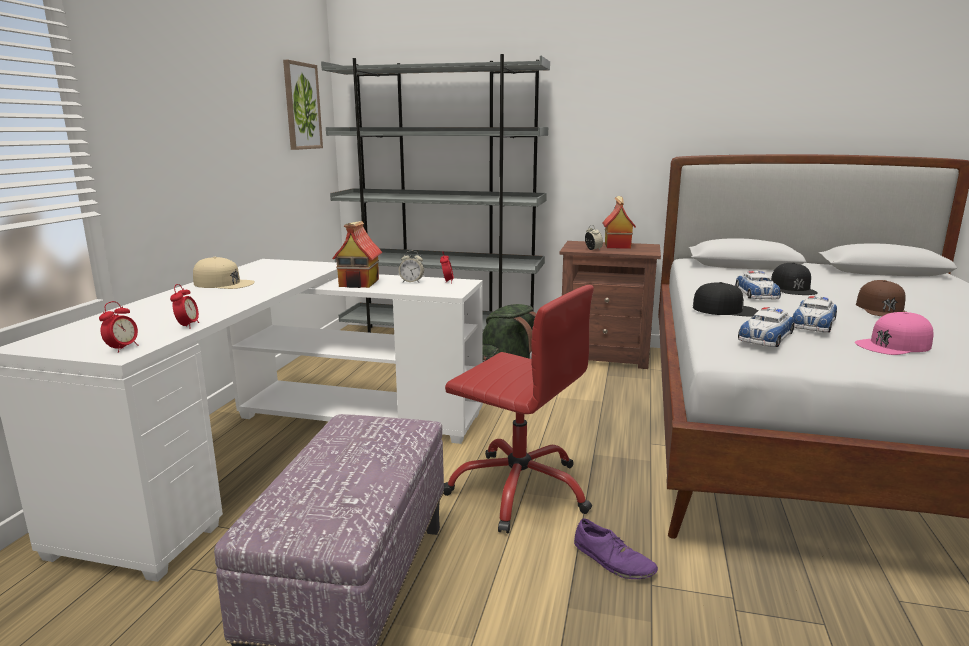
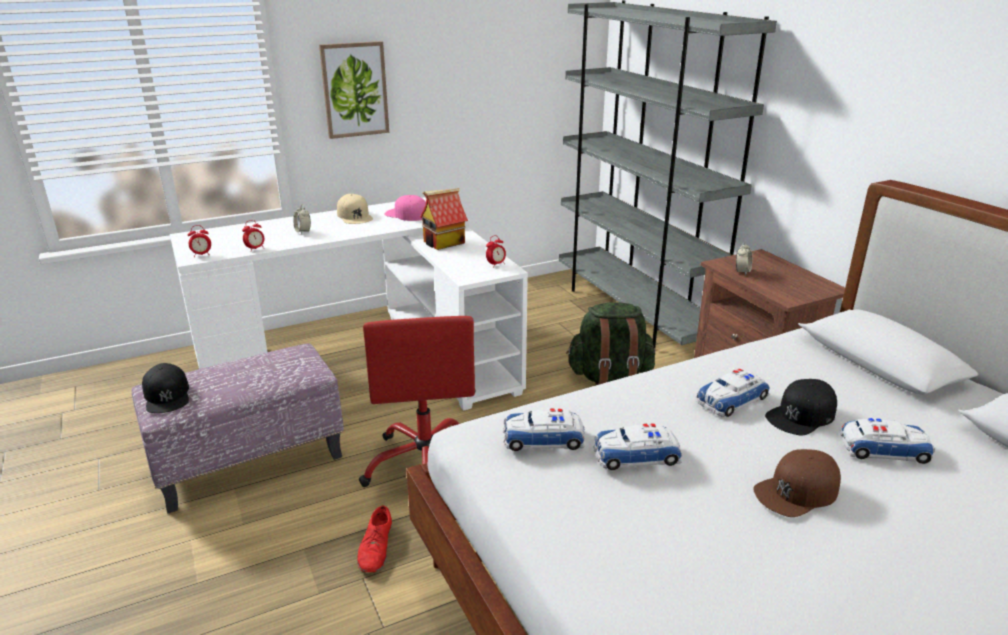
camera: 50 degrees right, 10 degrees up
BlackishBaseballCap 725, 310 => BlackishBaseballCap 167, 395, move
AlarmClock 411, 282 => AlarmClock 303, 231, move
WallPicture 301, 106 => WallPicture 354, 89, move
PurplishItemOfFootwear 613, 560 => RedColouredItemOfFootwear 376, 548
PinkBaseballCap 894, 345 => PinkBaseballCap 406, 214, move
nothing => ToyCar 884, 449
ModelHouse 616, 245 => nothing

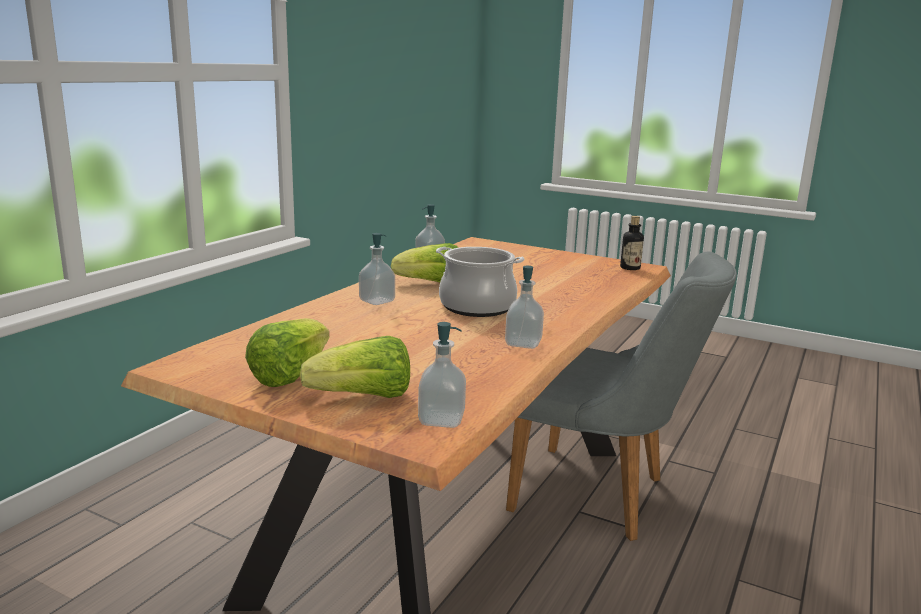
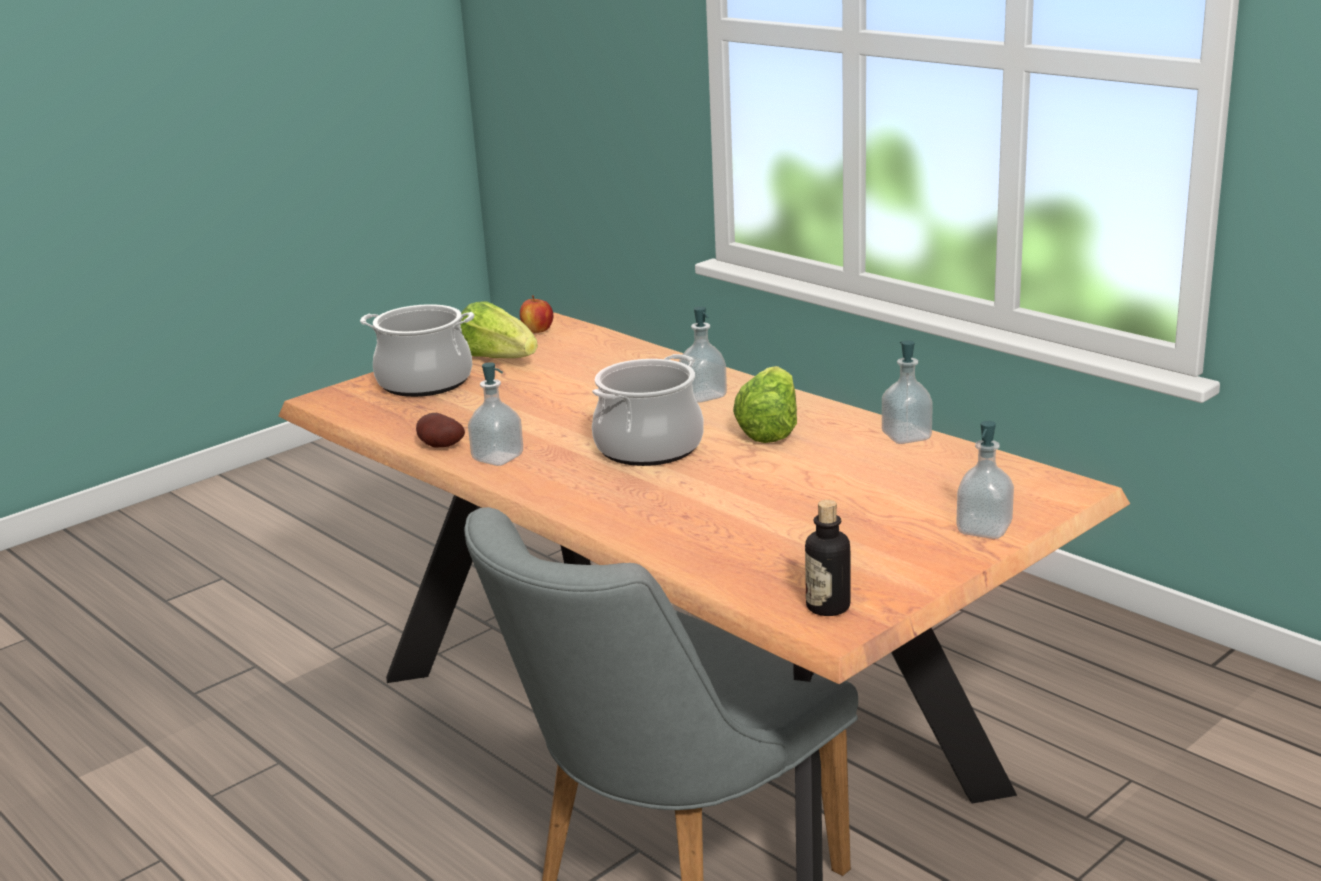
camera: 110 degrees right, 5 degrees up
LettuceHead 363, 397 => CookingPot 424, 382
nothing => Spud 439, 447
nothing => AppleFruit 538, 330
SoapBottle 441, 419 => SoapBottle 984, 529, move

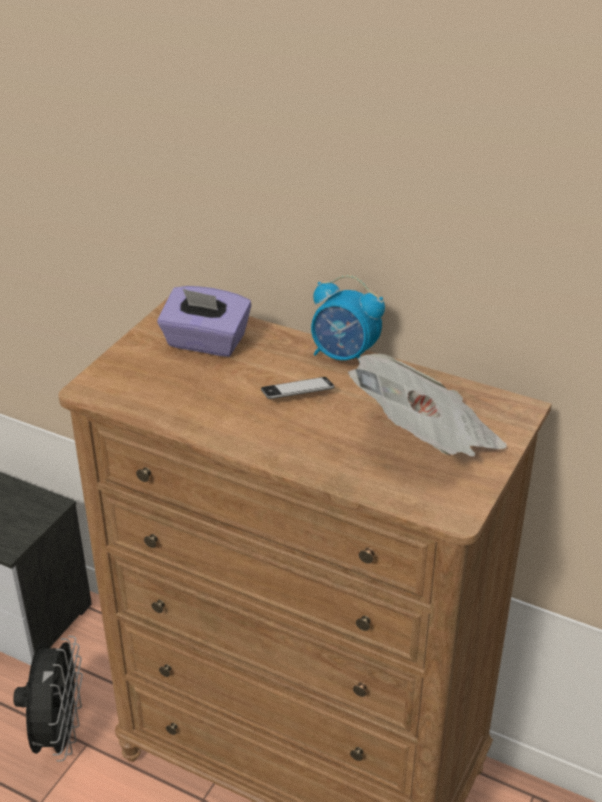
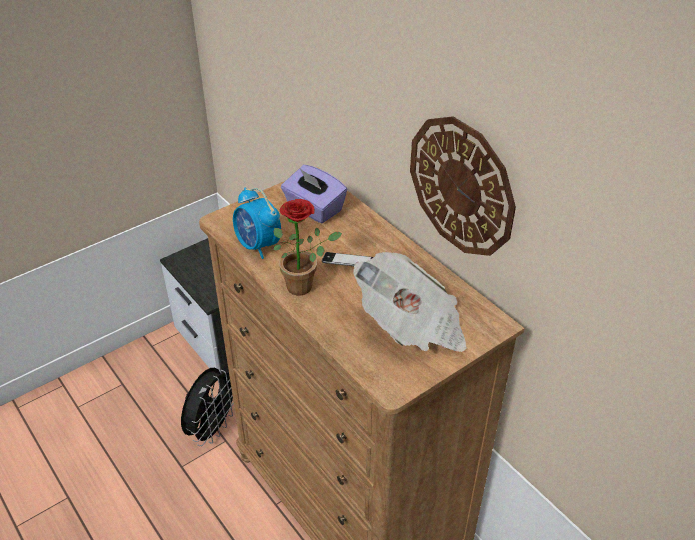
camera: 25 degrees right, 5 degrees up
AlarmClock 344, 356 => AlarmClock 258, 245, move
nothing => PlantInAPot 305, 285
nothing => ClockOnTheWall 461, 186

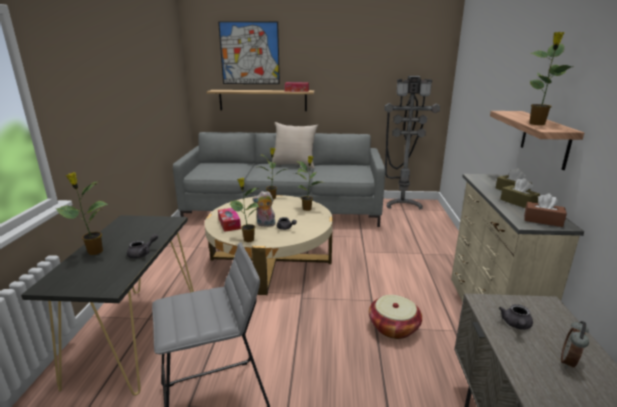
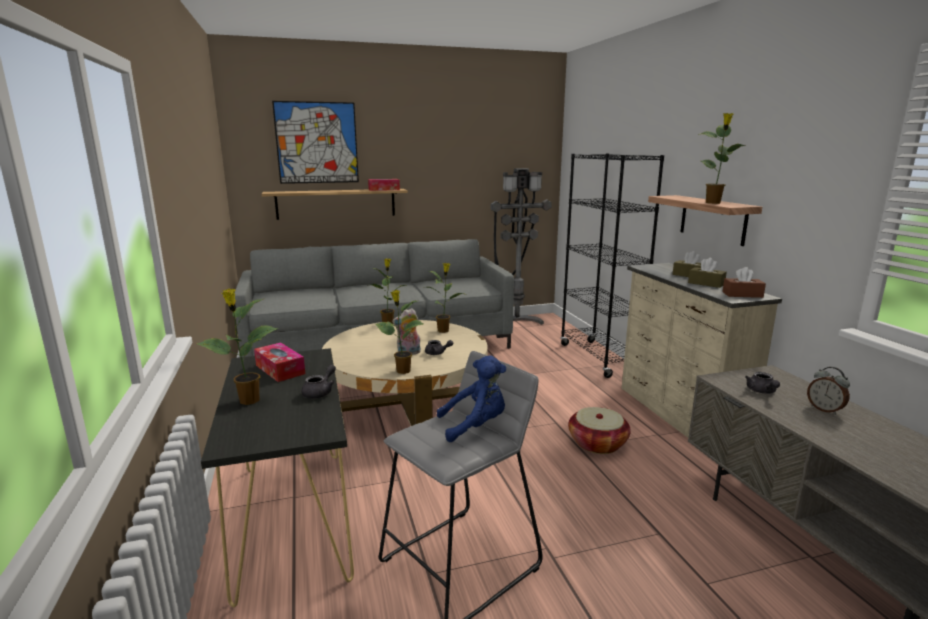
camera: 20 degrees left, 5 degrees down
TissueHolder 229, 224 => TissueHolder 280, 369, move
nothing => BlueCuddlyToy 475, 426
nothing => BlackishBookshelf 598, 358
AlarmClock 569, 362 => AlarmClock 825, 409, 45 degrees counterclockwise
SandColouredThrowPillow 294, 165 => nothing

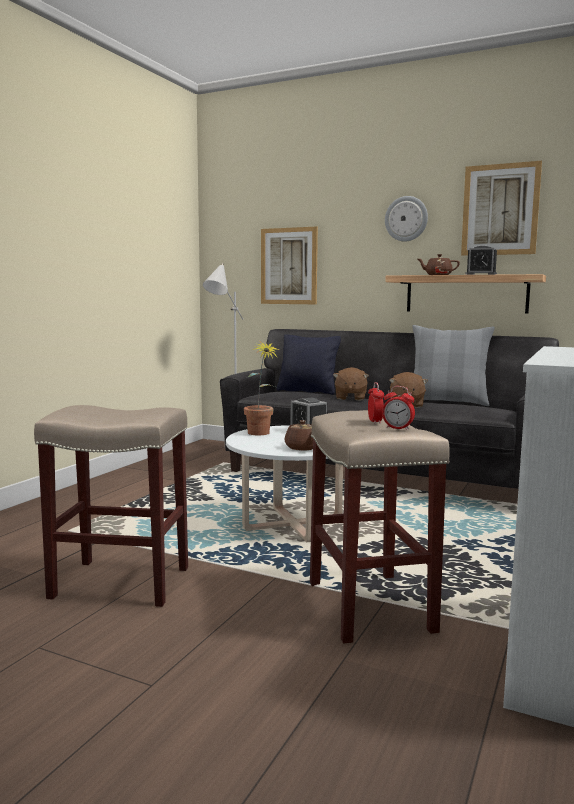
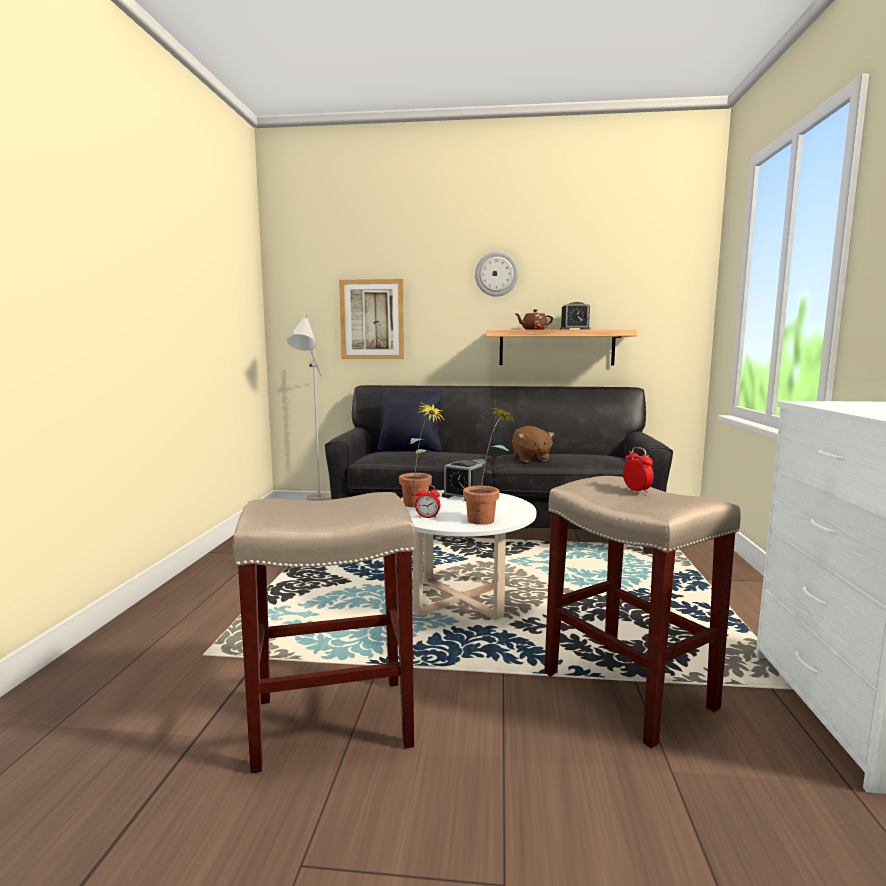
camera: 20 degrees left, 0 degrees up
AlarmClock 397, 428 => AlarmClock 427, 517, move
BrownColouredPotForTea 302, 448 => PlantInAPot 487, 519
BrownColouredCuddlyToy 350, 398 => nothing
GreyThrowPillow 447, 402 => nothing
WallPicture 500, 210 => nothing

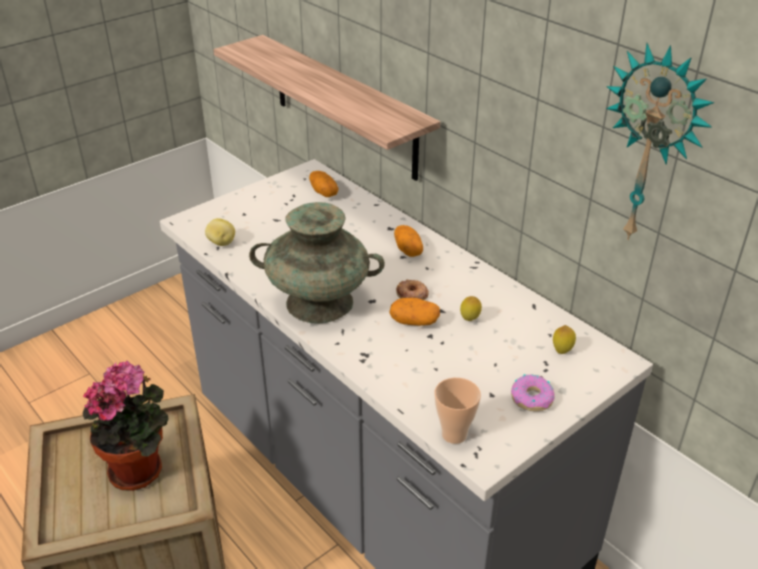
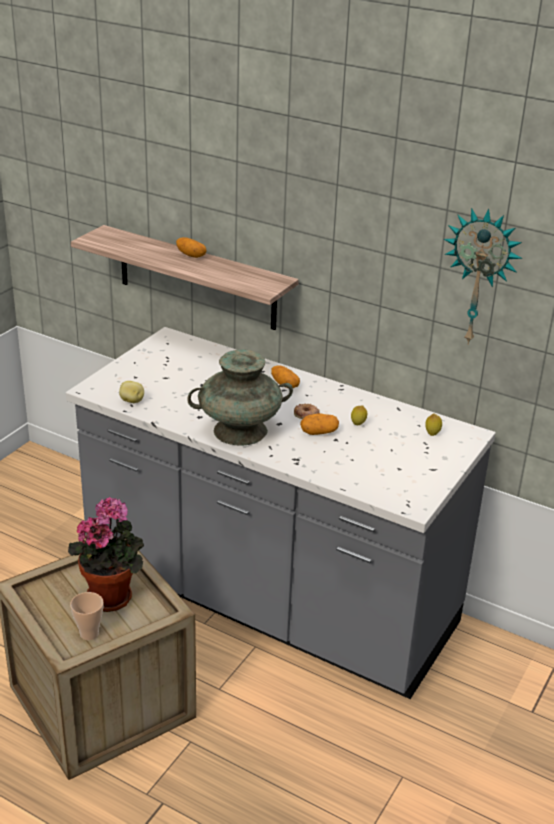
camera: 20 degrees left, 5 degrees down
Cup 454, 434 => Cup 89, 634, move
Spud 324, 192 => Spud 191, 255, move
Donut 532, 398 => nothing

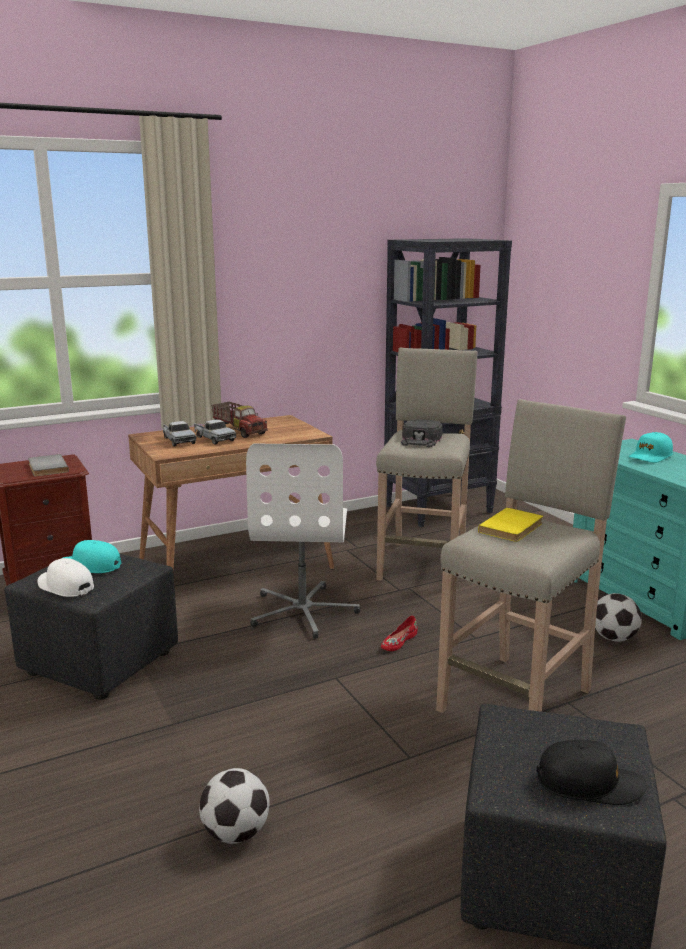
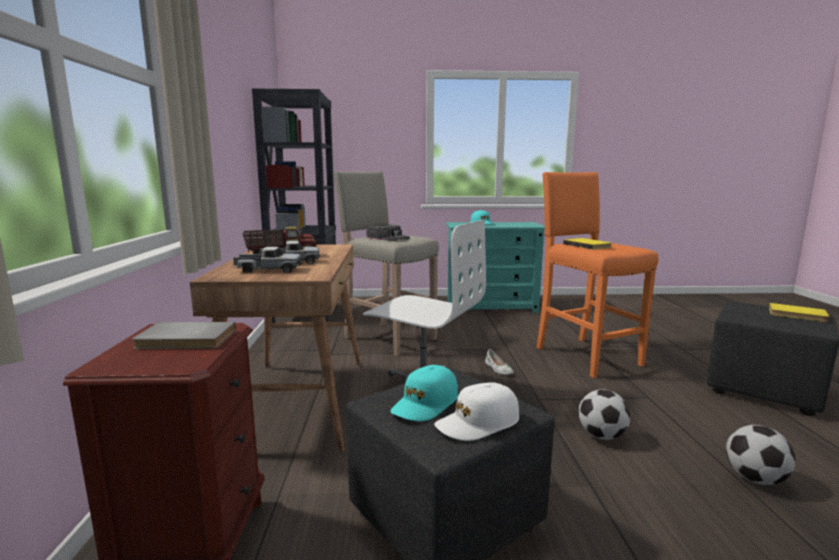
camera: 65 degrees left, 5 degrees down
RedColouredItemOfFootwear 398, 641 => WhiteItemOfFootwear 498, 369
SandColouredStoolSeat 518, 699 => OrangeyStoolSeat 586, 355
BallForFootball 613, 638 => BallForFootball 601, 436, move
BlackishBaseballCap 589, 783 => YellowColouredBoundBook 797, 315

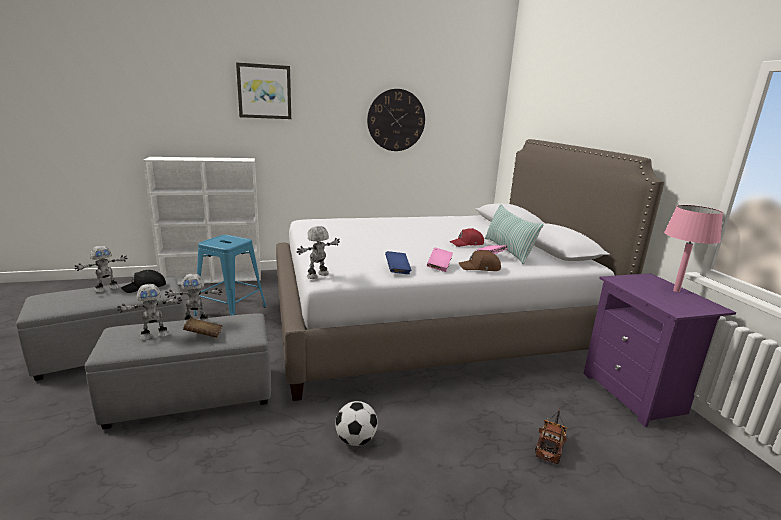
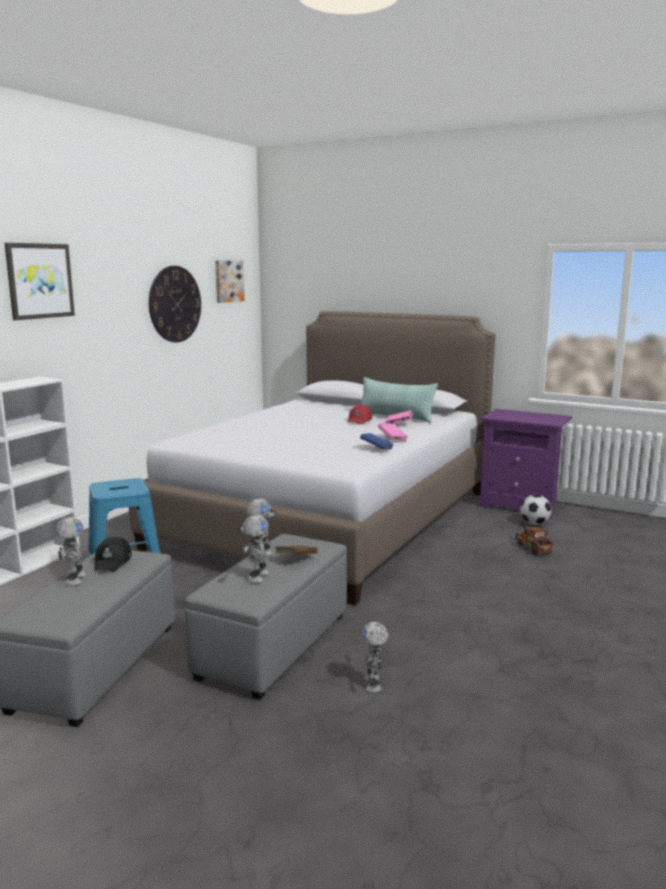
camera: 45 degrees left, 5 degrees down
nothing => WallPicture 228, 281
ModelRobot 318, 276 => ModelRobot 374, 684, move
BallForFootball 356, 440 => BallForFootball 534, 524, move
BrownColouredBaseballCap 480, 268 => nothing
PinkLampForATable 676, 291 => nothing

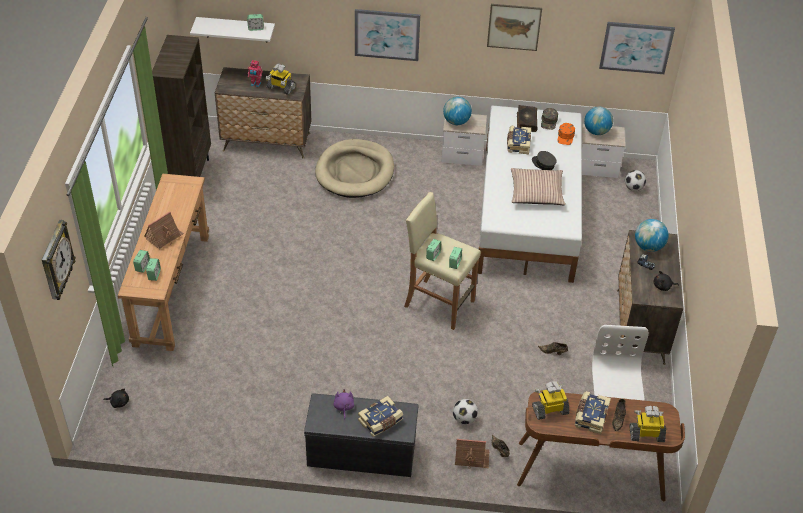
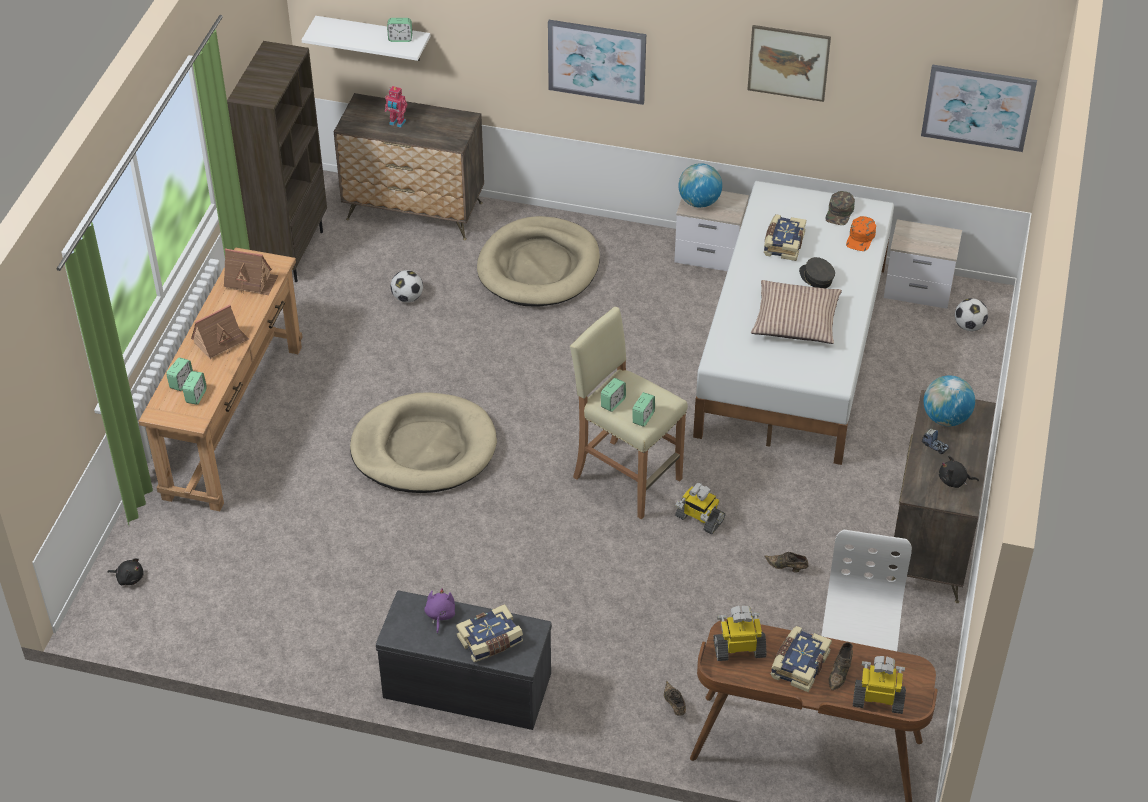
camera: 10 degrees right, 0 degrees up
ModelHouse 471, 457 => ModelHouse 251, 281, move
nothing => SandColouredDogBed 424, 448
BallForFootball 464, 419 => BallForFootball 407, 298, move
ModelRobot 280, 88 => ModelRobot 699, 519, move
ClockOnTheWall 56, 262 => nothing
BoundBook 526, 122 => nothing
DeskGlobe 596, 131 => nothing

